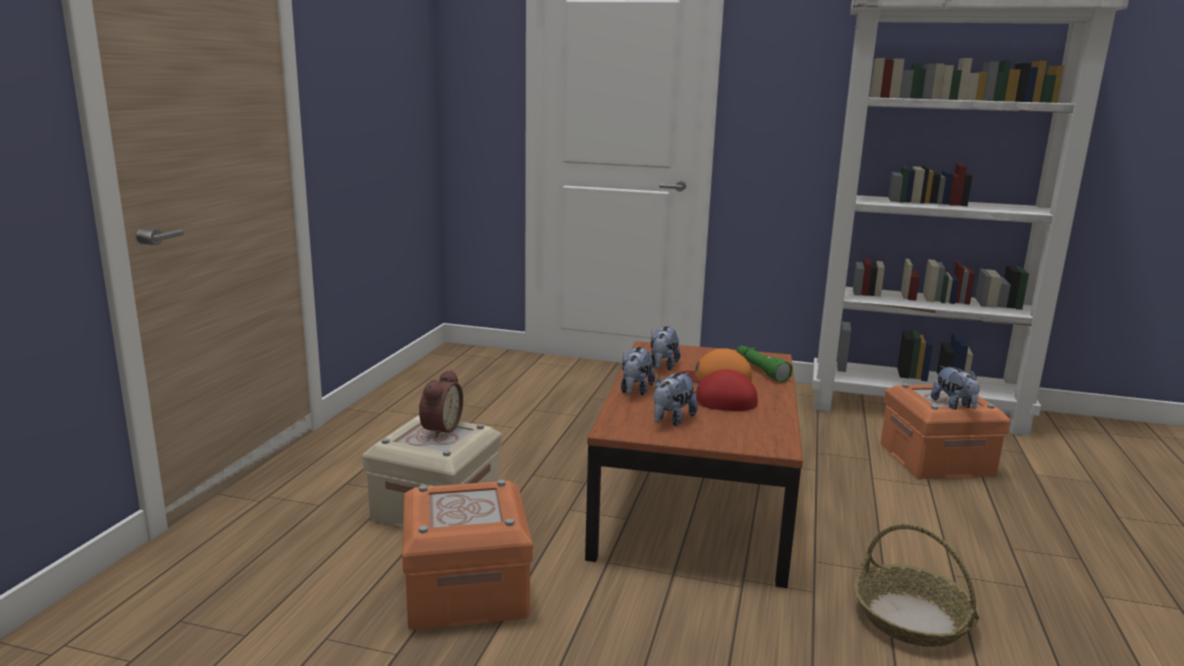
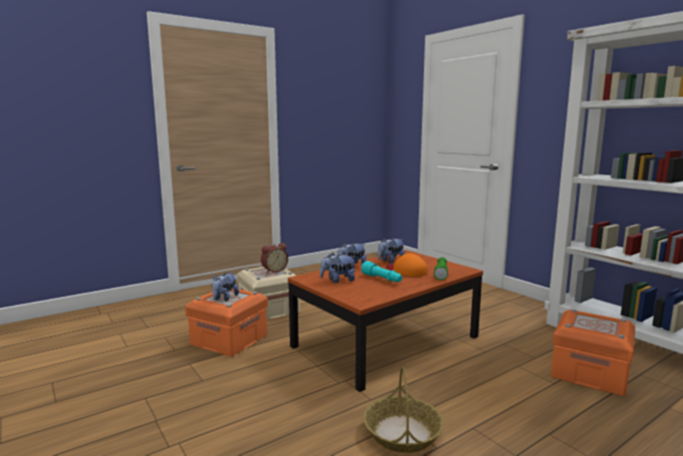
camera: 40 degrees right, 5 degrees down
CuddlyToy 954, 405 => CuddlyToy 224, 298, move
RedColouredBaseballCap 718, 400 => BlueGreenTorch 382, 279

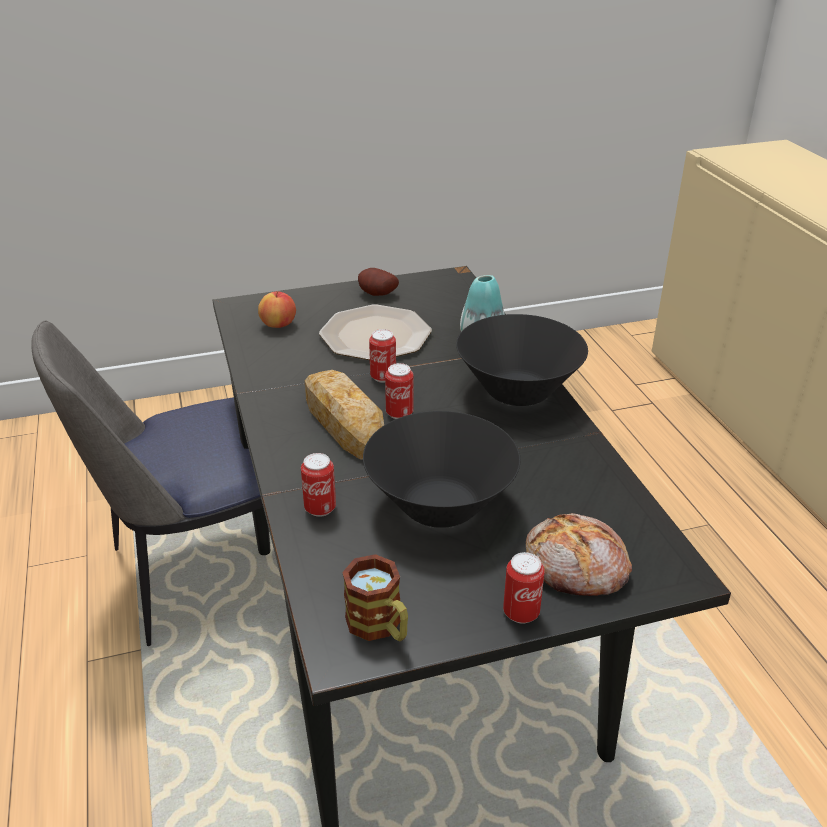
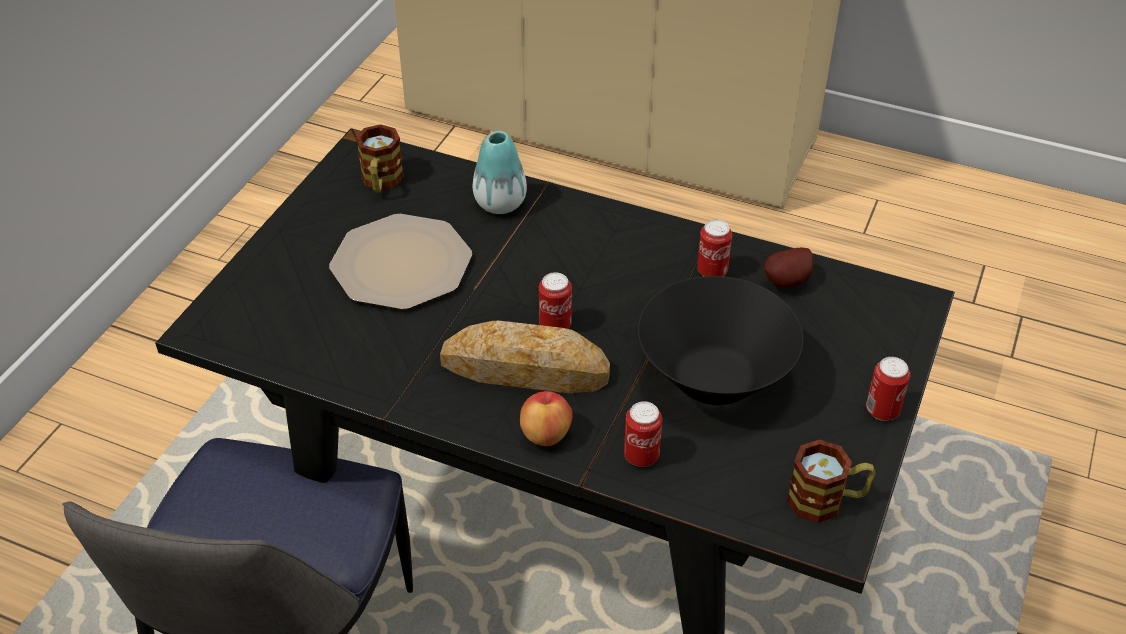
camera: 50 degrees left, 10 degrees up
nothing => Mug 381, 182
AppleFruit 278, 325 => AppleFruit 546, 434, move
MetalCan 383, 377 => MetalCan 712, 271, move
Spud 377, 295 => Spud 789, 283, move
BlackishDeepDish 518, 391 => nothing
Bread 576, 567 => nothing

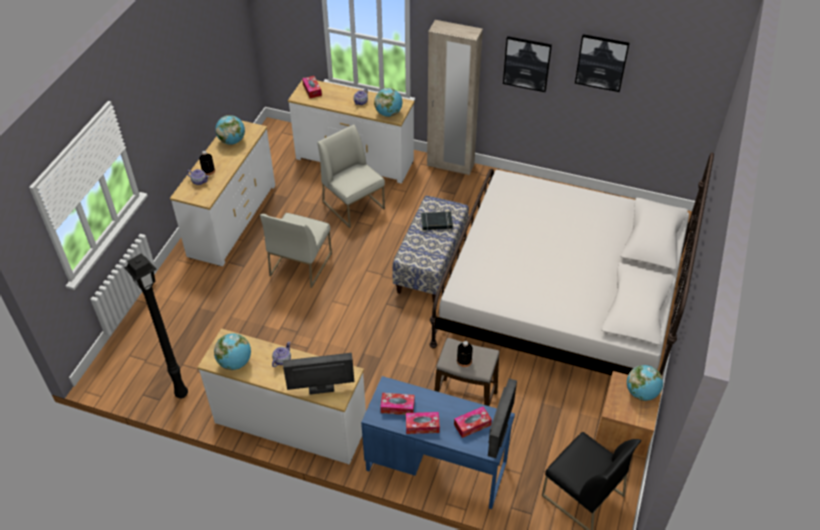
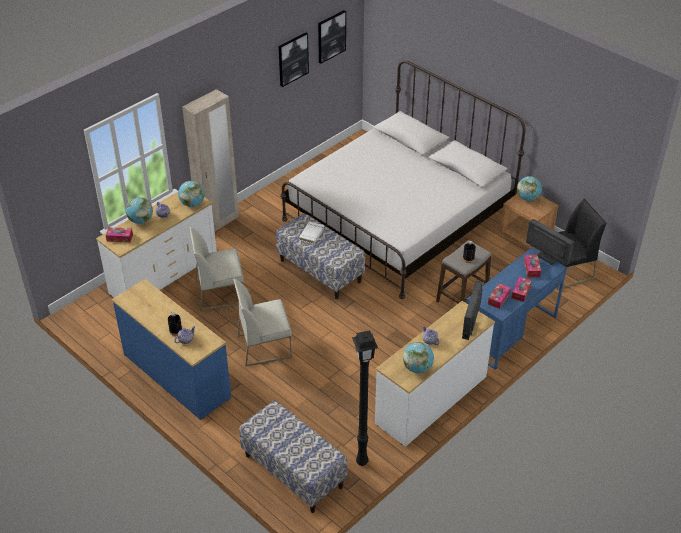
camera: 65 degrees left, 5 degrees down
WhiteDrawerChest 232, 220 => BlueDrawerChest 176, 376
DeskGlobe 232, 141 => DeskGlobe 141, 221, move
WhitePlainChair 300, 264 => WhitePlainChair 264, 346, 120 degrees clockwise
nothing => IndoorBench 293, 471
BlackishBoundBook 436, 223 => WhiteBoundBook 312, 235
WallPicture 527, 63 => WallPicture 331, 36, move

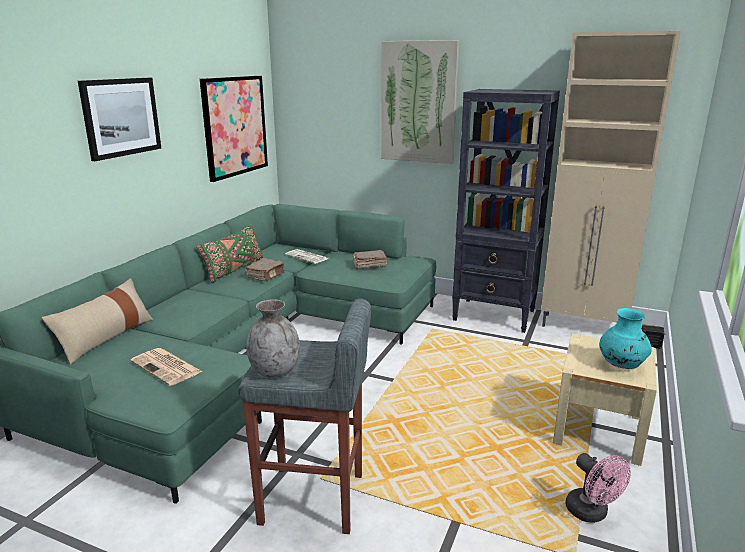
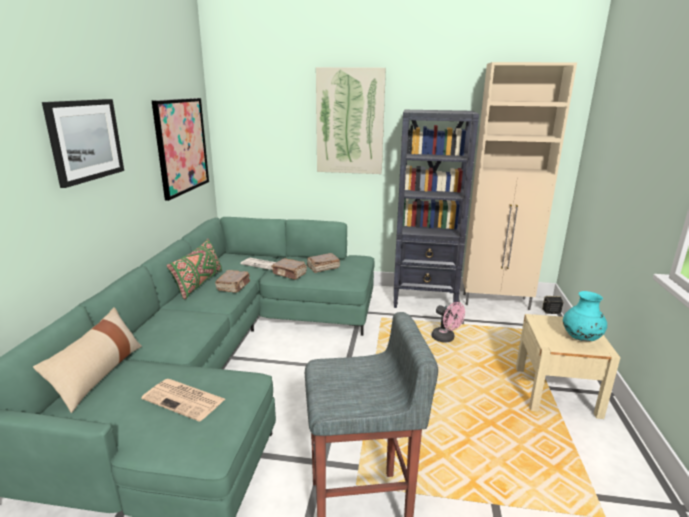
camera: 15 degrees left, 0 degrees up
nothing => BrownColouredBoundBook 289, 274
PinkElectricFan 591, 513 => PinkElectricFan 446, 339, move
GreyVase 275, 371 => nothing

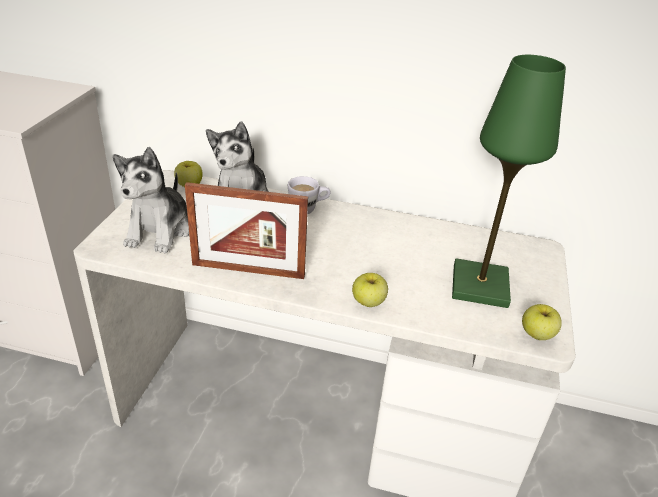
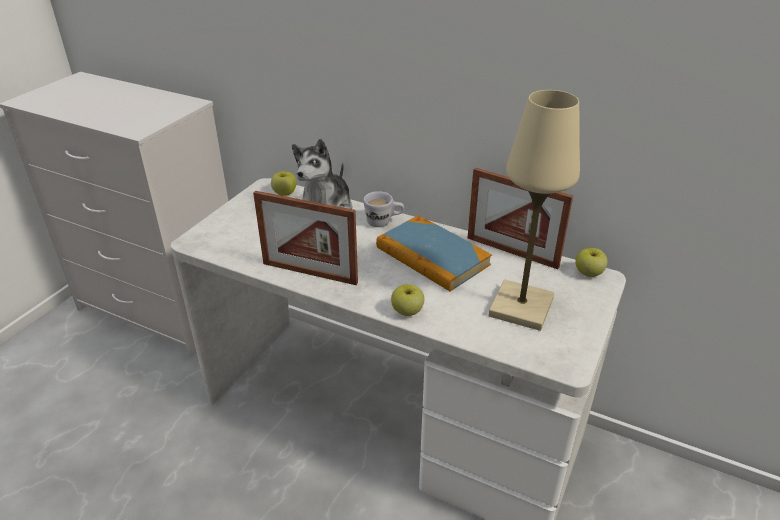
camera: 15 degrees right, 0 degrees up
nothing => BoundBook 432, 256
nothing => PictureFrame 512, 252
GreenishLampForATable 479, 285 => SandColouredLampForATable 520, 307
AppleFruit 537, 334 => AppleFruit 588, 273, move
CuddlyToy 160, 231 => nothing

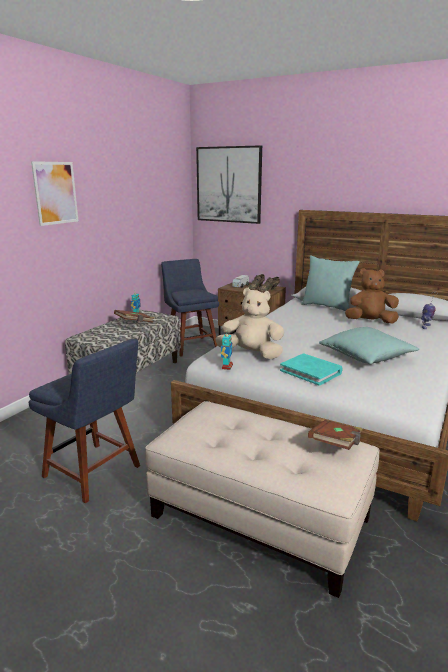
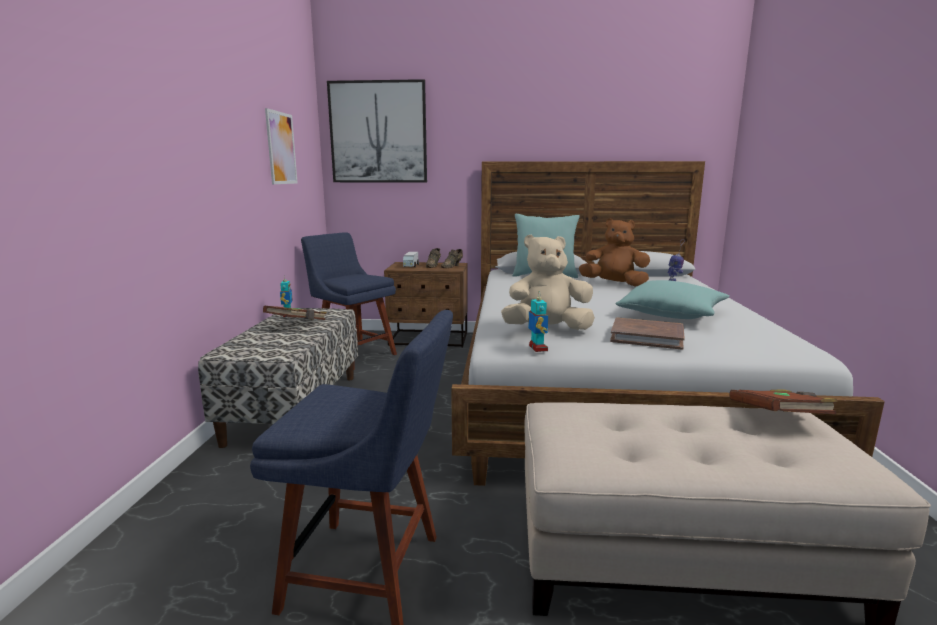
camera: 25 degrees left, 5 degrees down
WallPicture 55, 193 => WallPicture 281, 148, move
BrownColouredCuddlyToy 370, 322 => BrownColouredCuddlyToy 614, 284, 45 degrees clockwise
BlueGreenBoundBook 311, 371 => BrownColouredBoundBook 647, 337

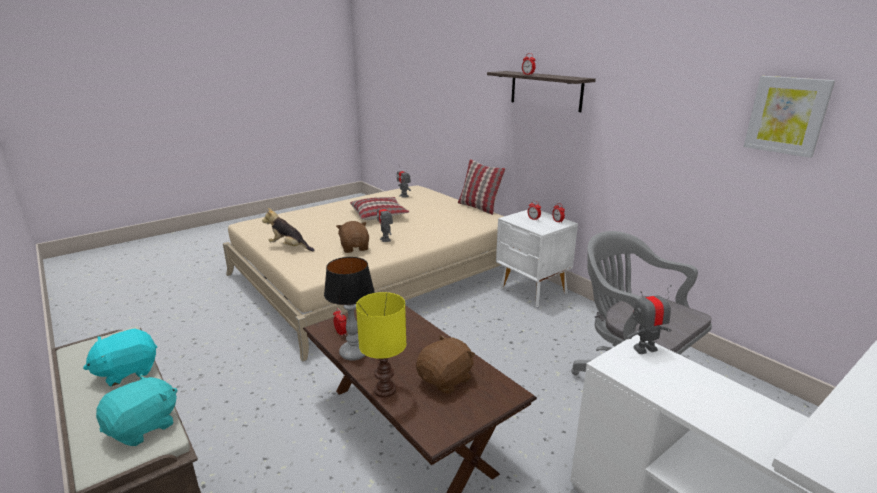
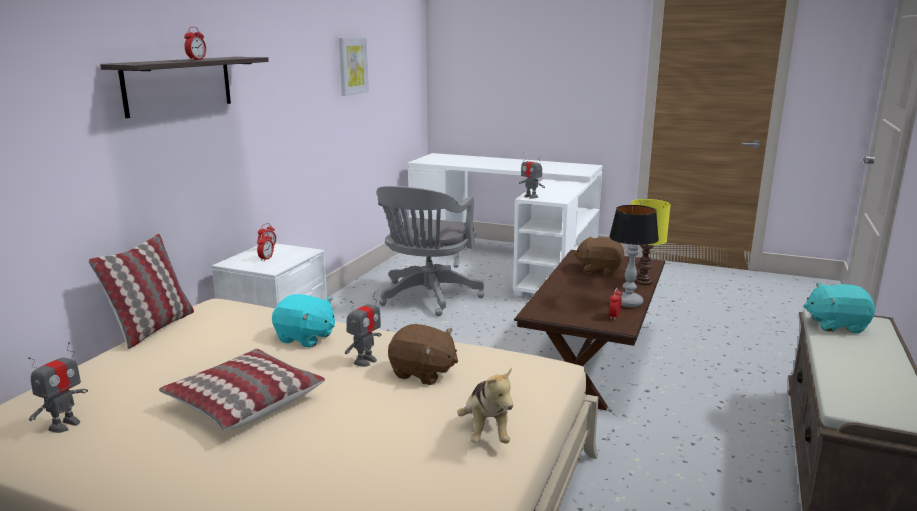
camera: 120 degrees left, 5 degrees down
BlueGreenCuddlyToy 127, 371 => BlueGreenCuddlyToy 305, 338, move
BrownColouredCuddlyToy 355, 248 => BrownColouredCuddlyToy 423, 373, 105 degrees counterclockwise

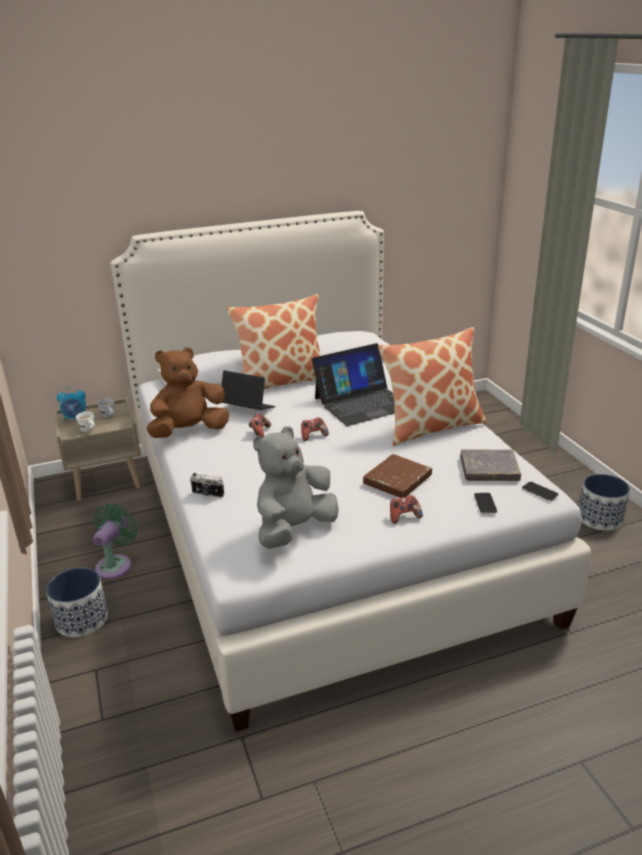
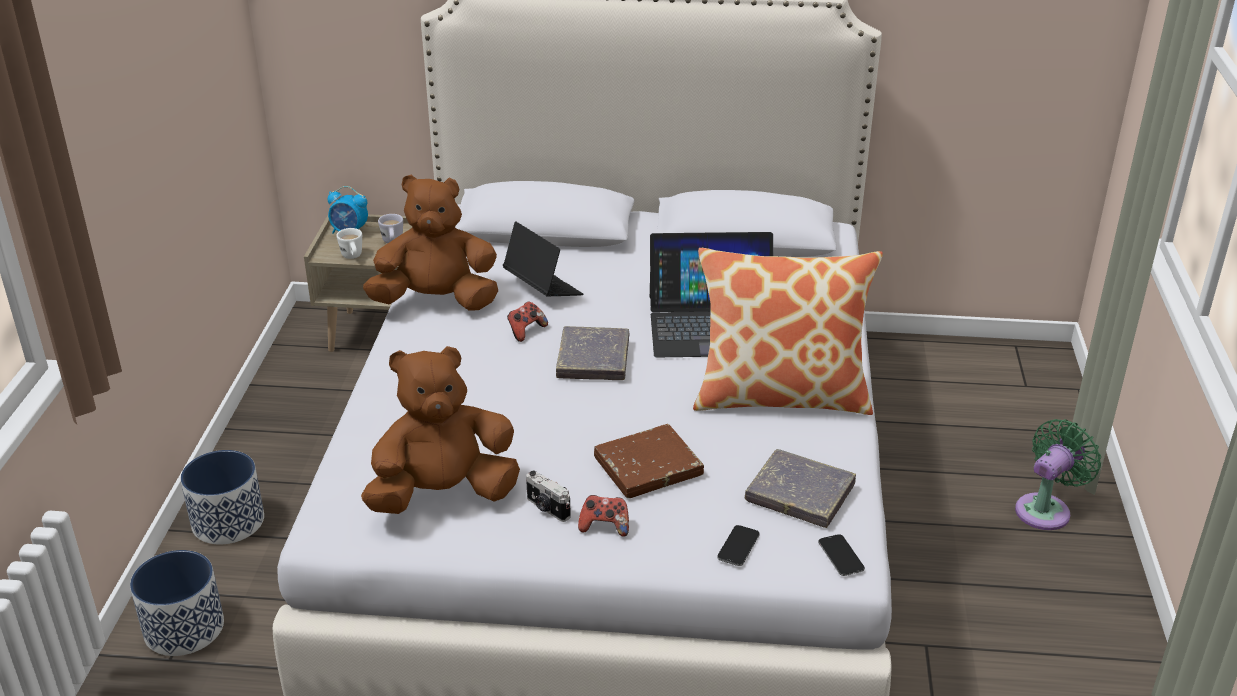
camera: 25 degrees right, 5 degrees up
Planter 599, 518 => Planter 184, 628, move
GreyCuddlyToy 294, 529 => BrownColouredCuddlyToy 443, 494
StillCamera 207, 494 => StillCamera 547, 508, move
Gamepad 313, 436 => GreyBoundBook 593, 359
GreenishElectricFan 116, 564 => GreenishElectricFan 1046, 509, move
ThrowPillow 282, 381 => nothing

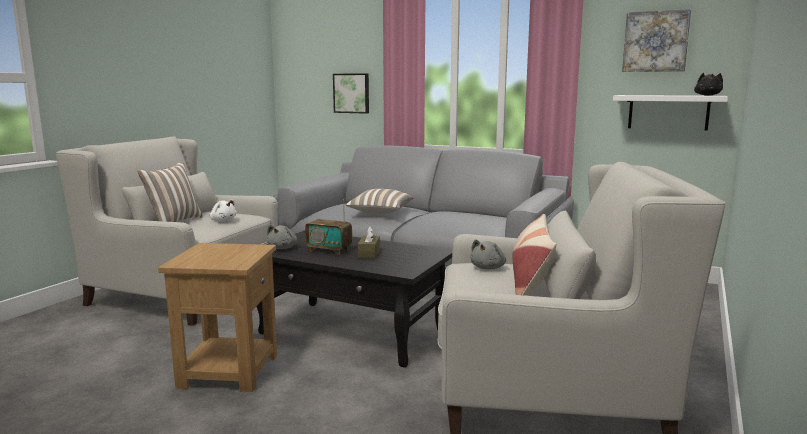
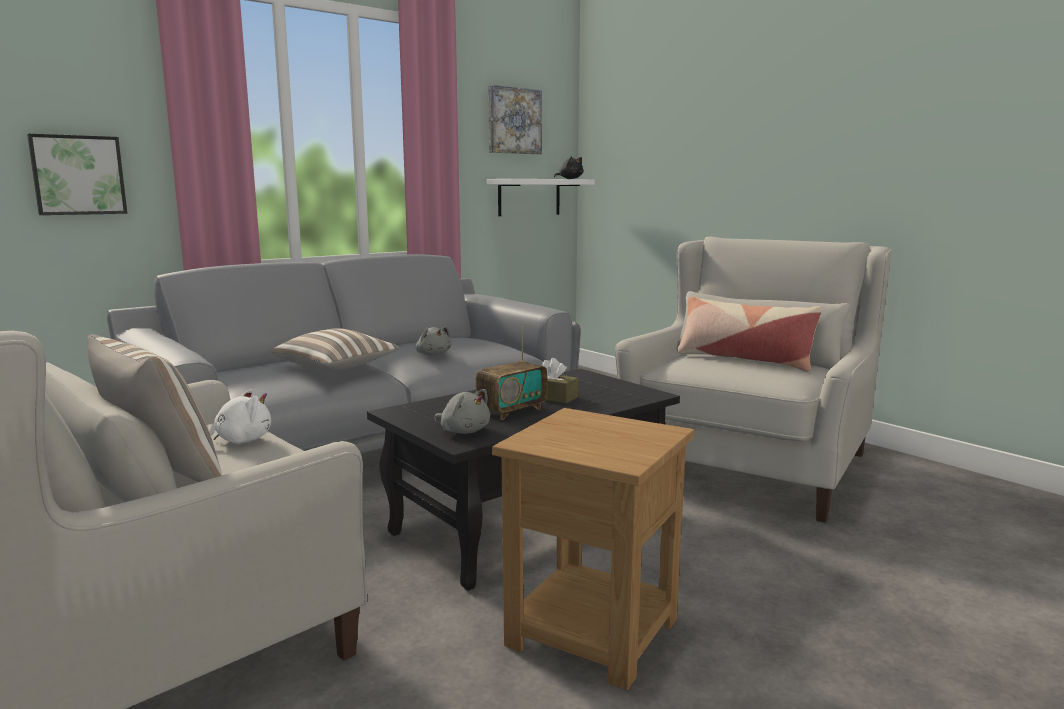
camera: 65 degrees left, 0 degrees up
GreyCuddlyToy 488, 268 => GreyCuddlyToy 433, 354, move

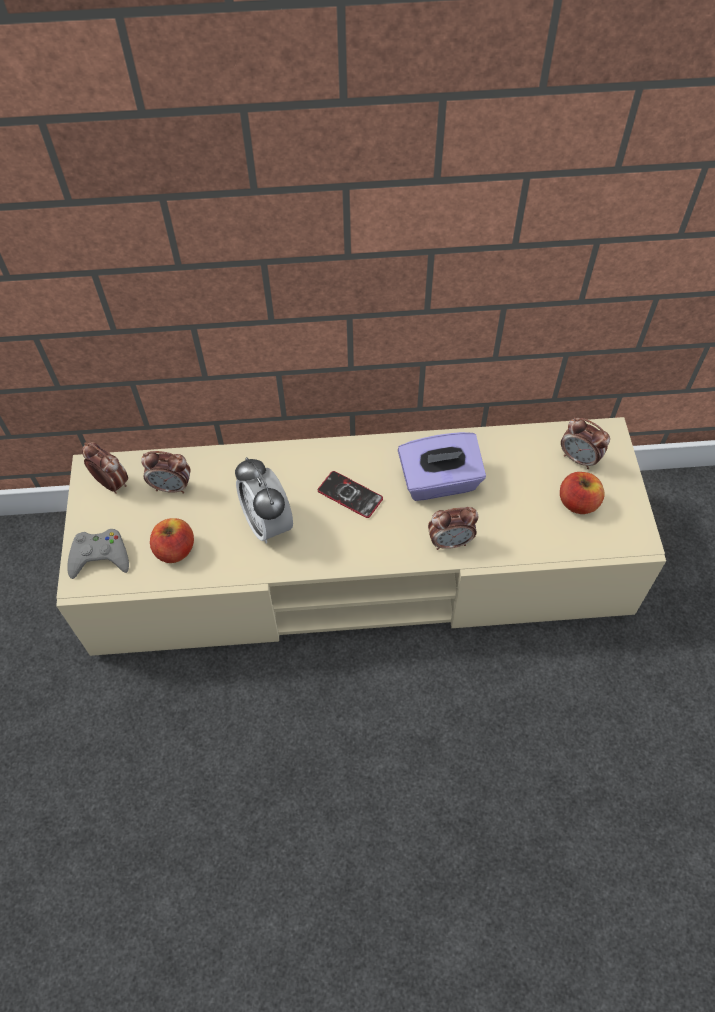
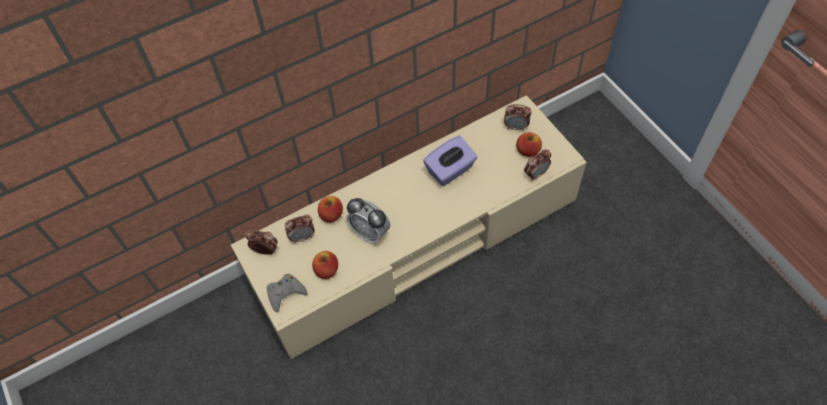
camera: 25 degrees left, 0 degrees up
nothing => AppleFruit 331, 215
AlarmClock 450, 542 => AlarmClock 536, 174, move
Handset 350, 495 => nothing

